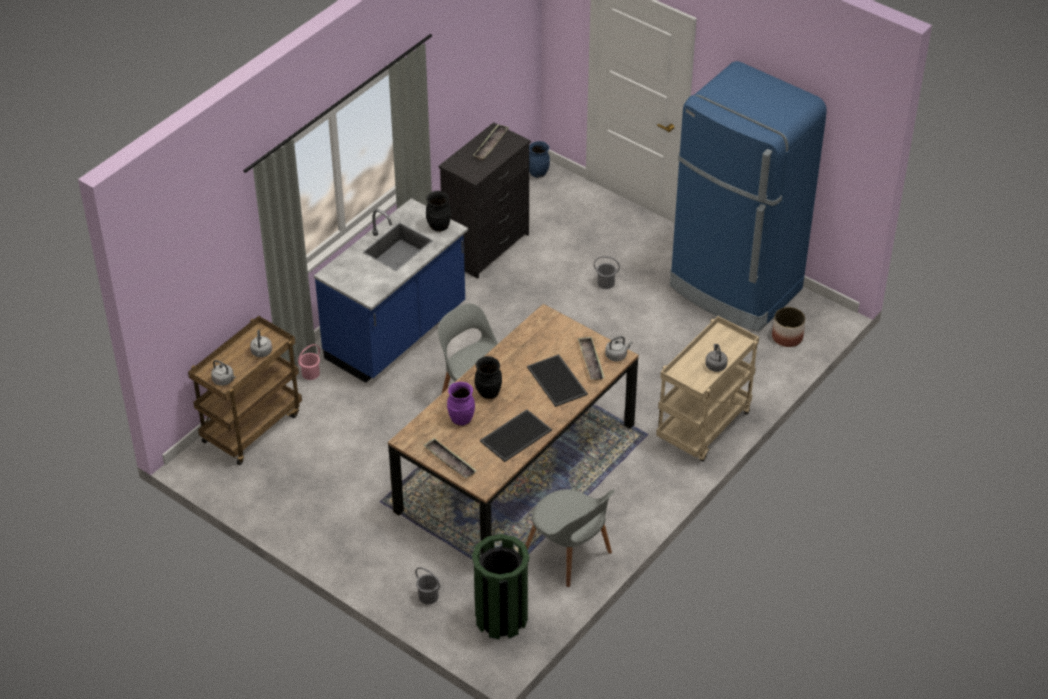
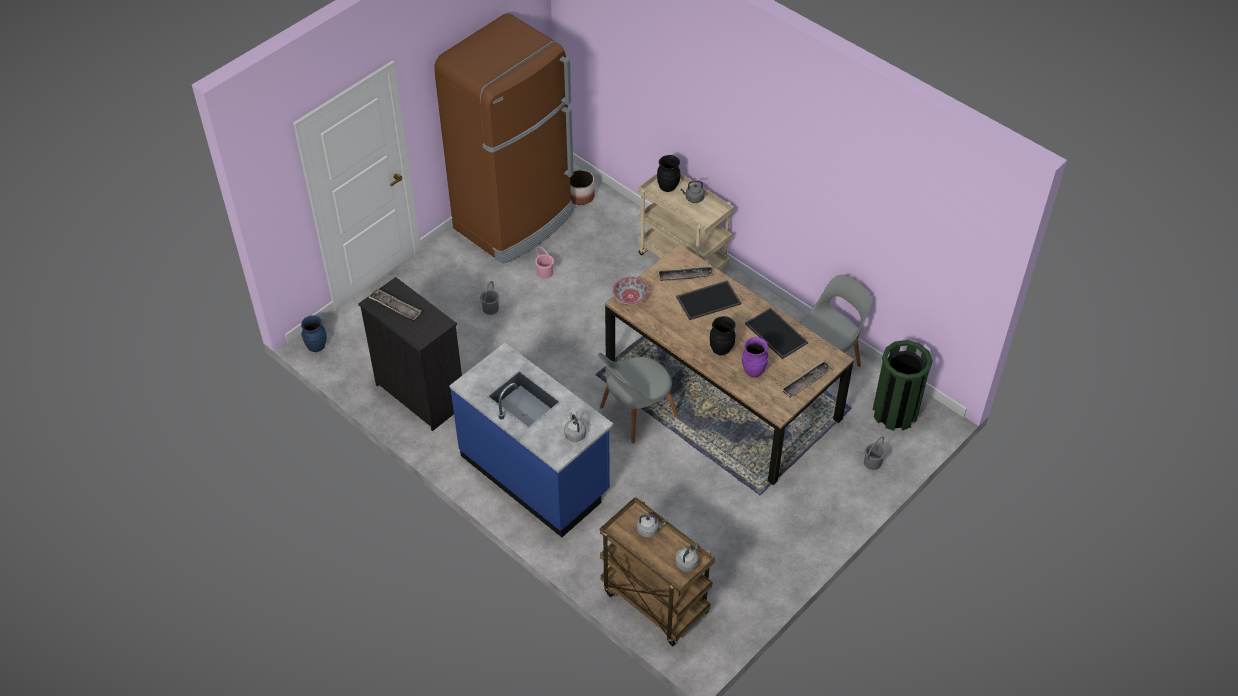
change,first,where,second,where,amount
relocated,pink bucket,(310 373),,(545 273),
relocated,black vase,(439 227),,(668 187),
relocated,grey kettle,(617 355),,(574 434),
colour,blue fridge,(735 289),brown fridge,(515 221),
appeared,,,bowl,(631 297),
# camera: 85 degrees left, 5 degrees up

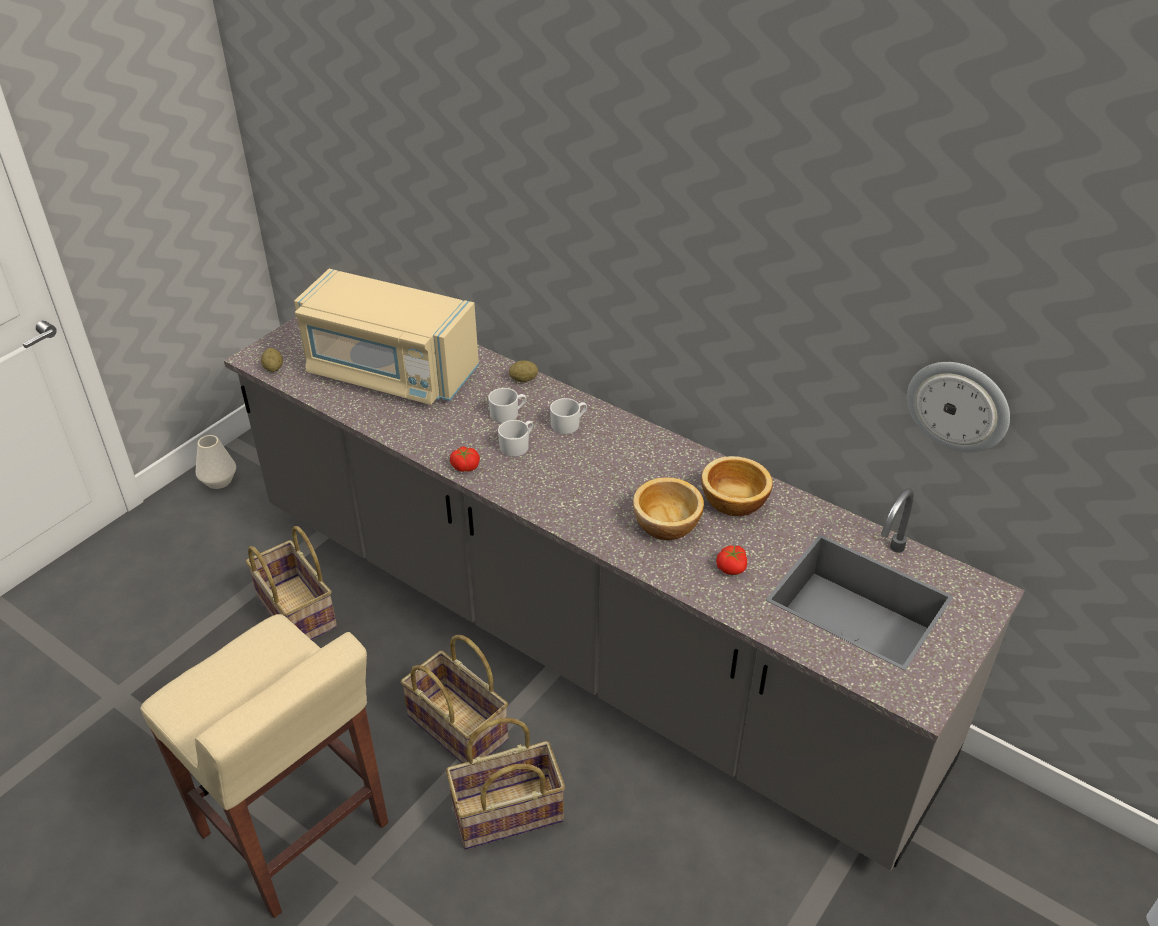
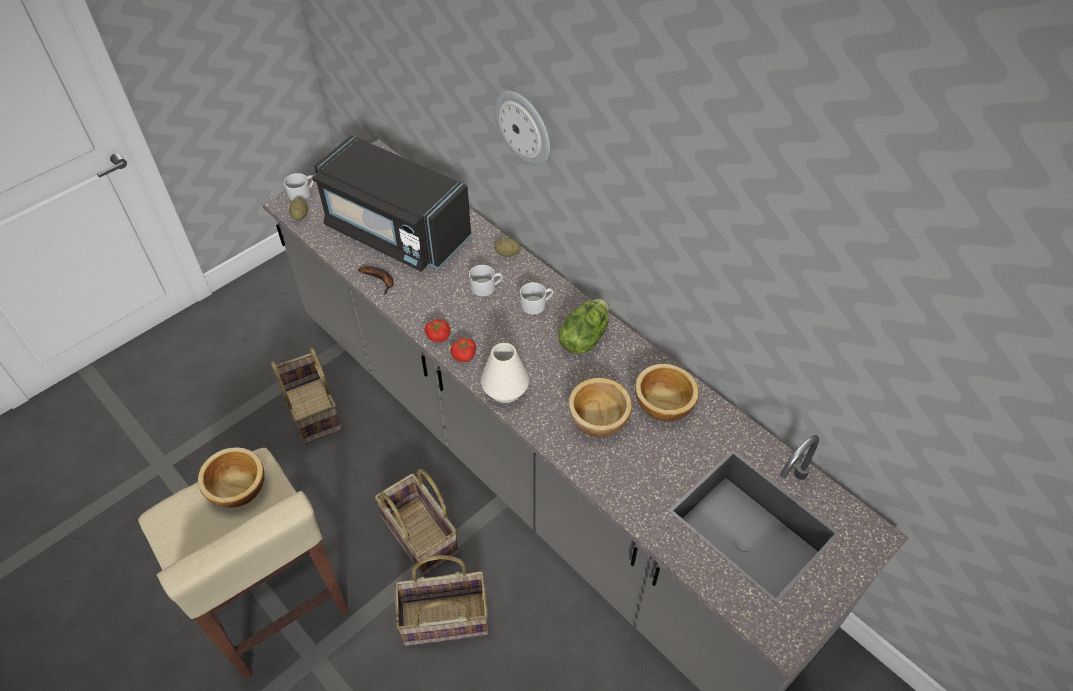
change,first,where,second,where,amount
relocated,white vase,(219 480),,(505 390),
colour,beige microwave,(390 372),black microwave,(395 232),
relocated,white mug,(517 445),,(302 193),
relocated,tomato,(732 568),,(464 355),
relocated,wall clock,(958 405),,(524 127),
appeared,,,bowl,(236 488),
appeared,,,banana,(380 280),
appeared,,,lettuce,(583 338),
# camera: 10 degrees right, 10 degrees up

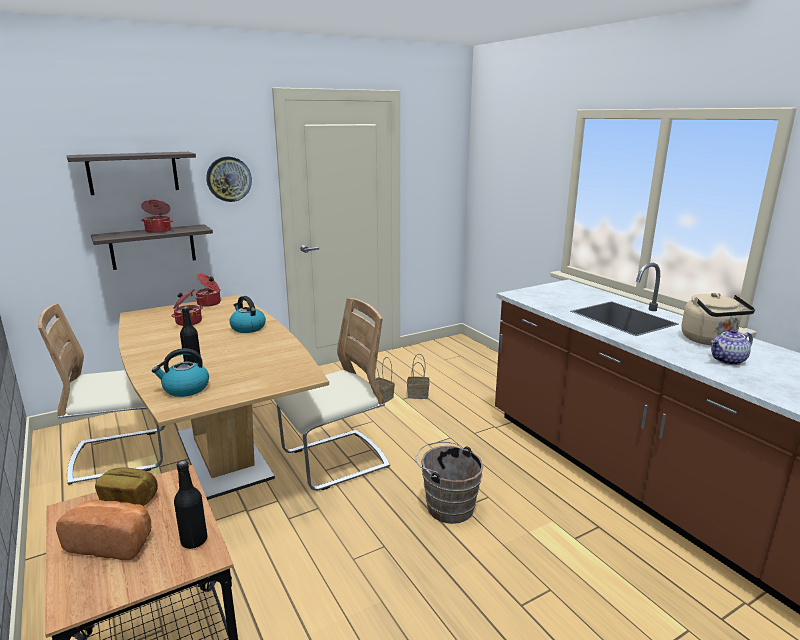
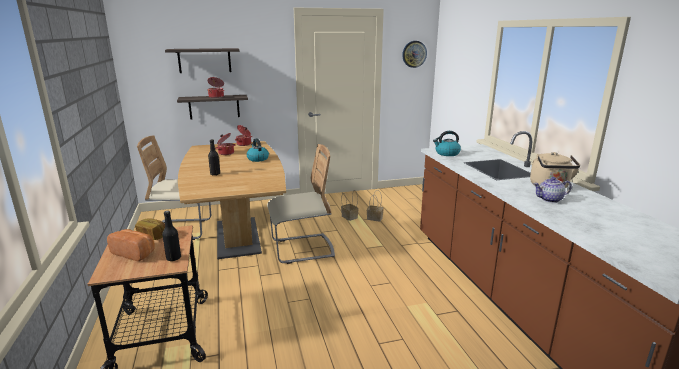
change,first,where,second,where,amount
relocated,kettle,(185 389),,(447 153),
relocated,wall clock,(229 179),,(414 54),
missing,brown bucket,(447 505),,,
# camera: 15 degrees right, 0 degrees up

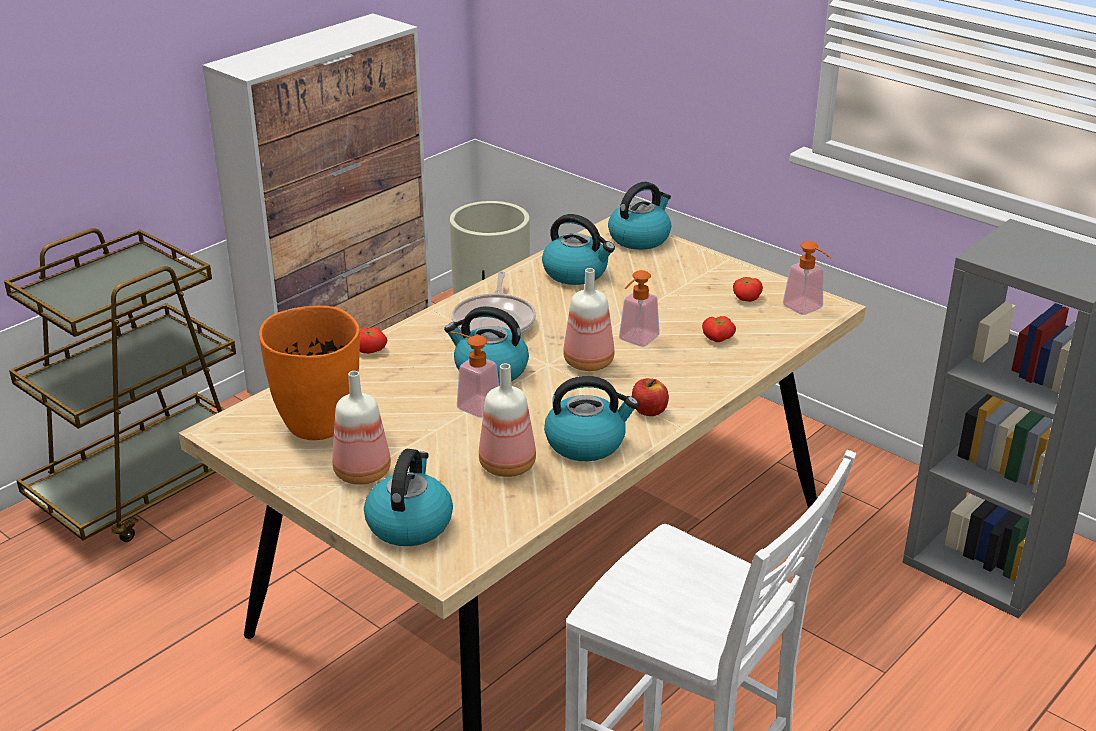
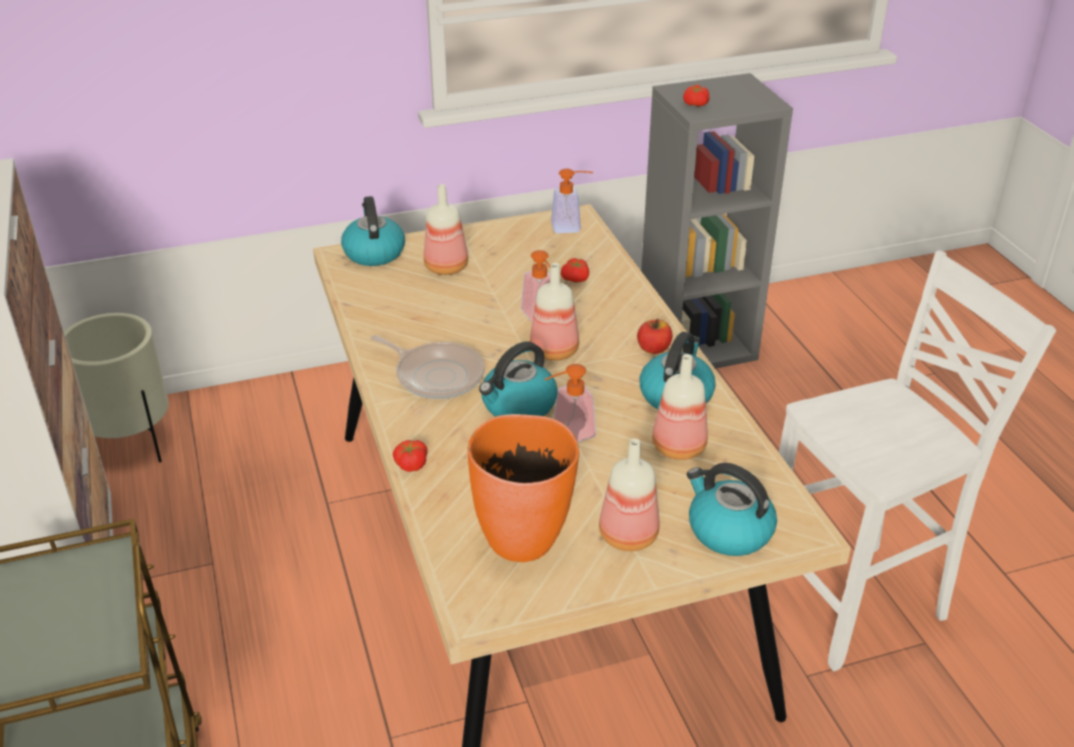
change,first,where,second,where,amount
missing,kettle,(576 273),,,
relocated,tomato,(746 298),,(695 104),
appeared,,,bottle,(447 266),
# camera: 60 degrees left, 5 degrees up

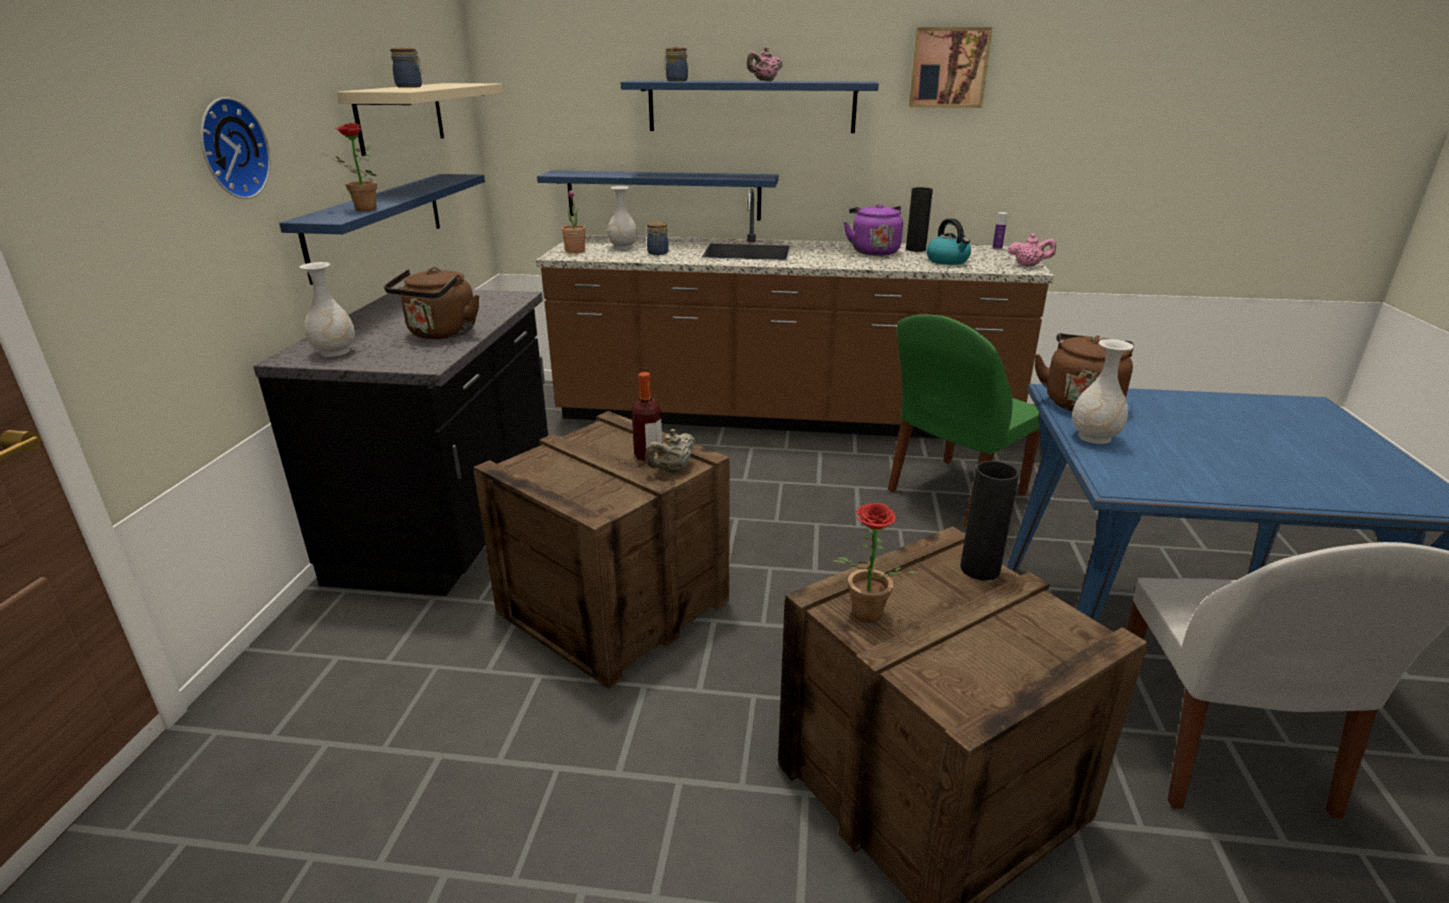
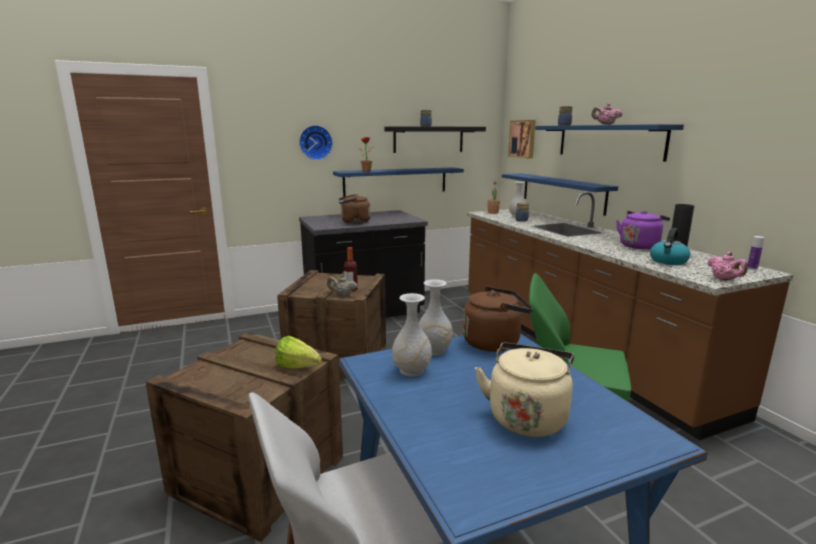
change,first,where,second,where,amount
relocated,white vase,(335 352),,(412 370),
colour,beige shelf,(401 116),black shelf,(428 139),
missing,potted plant,(863 616),,,
relocated,picture,(948 68),,(523 139),
exchanged,black vase,(980 569),lettuce,(300 368),
appeared,,,beige kettle,(527 416),
# camera: 60 degrees right, 10 degrees down

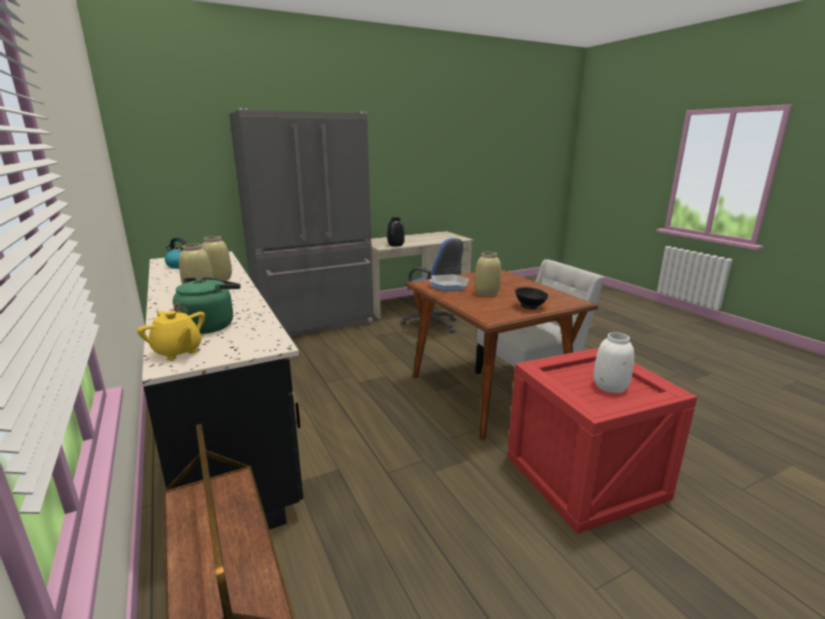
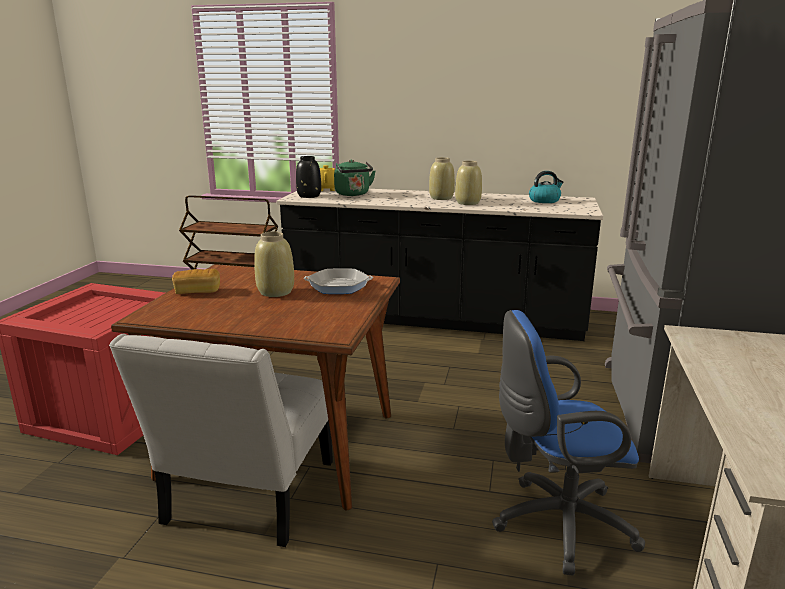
change,first,where,second,where,amount
relocated,black vase,(395 245),,(309 196),
exchanged,black bowl,(530 307),bread,(197 291),
missing,white vase,(611 386),,,
# camera: 130 degrees right, 0 degrees up

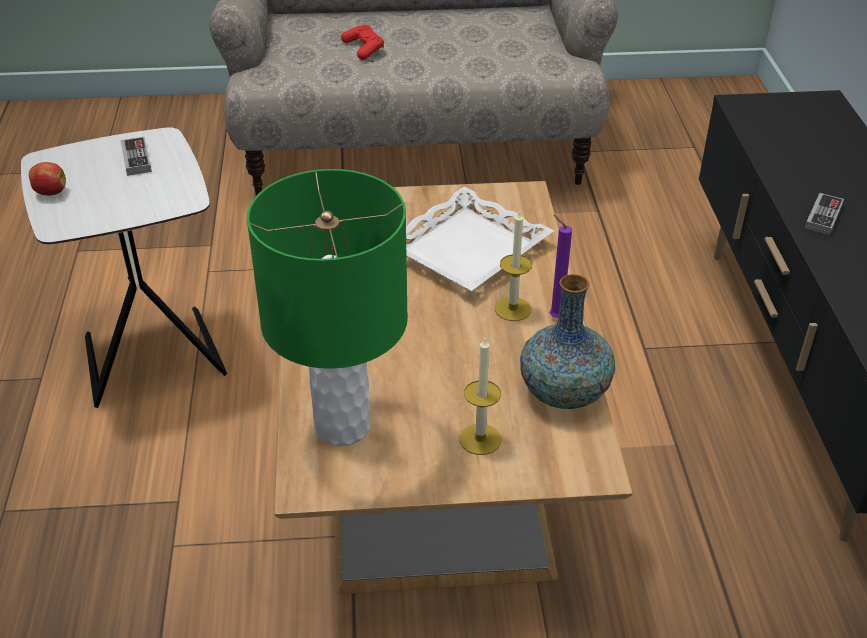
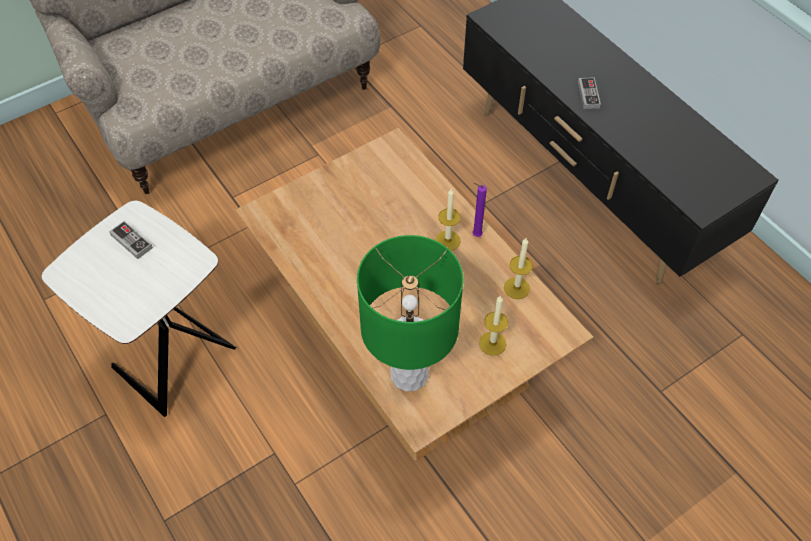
change,first,where,second,where,amount
missing,apple,(50 192),,,
missing,red game controller,(363 48),,,
missing,white tray,(468 250),,,
exchanged,vase,(564 393),candle,(516 288),
# camera: 30 degrees left, 15 degrees up

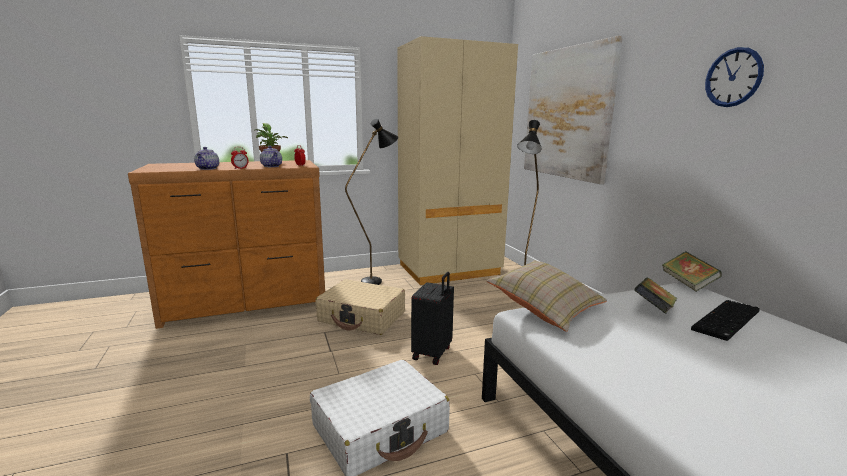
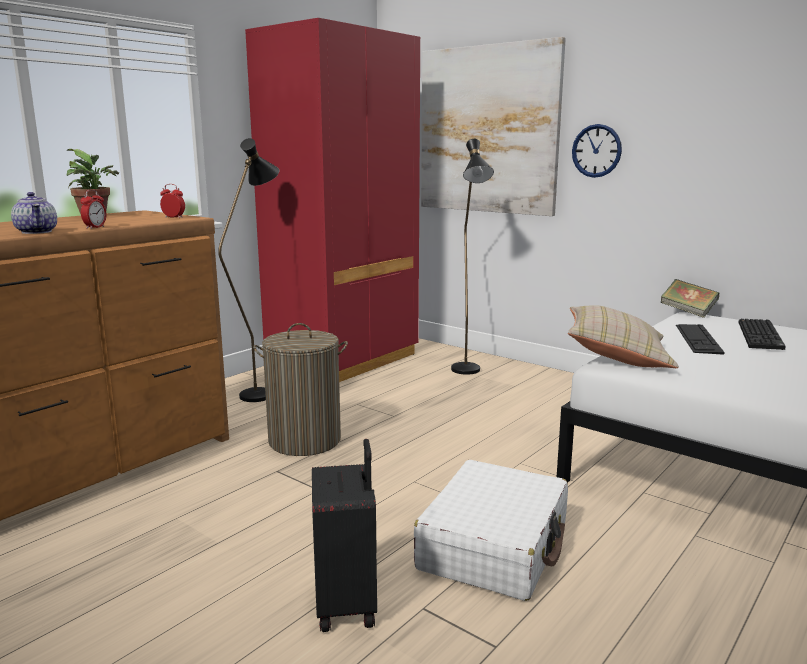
change,first,where,second,where,amount
missing,teapot,(272 166),,,
exchanged,beige suitcase,(362 317),laundry basket,(305 440),
colour,beige wardrobe,(449 270),red wardrobe,(344 360),
relocated,black suitcase,(433 353),,(348 604),
exchanged,book,(653 310),keyboard,(698 338),
relocated,wall clock,(733 77),,(596 151),
# camera: 30 degrees left, 0 degrees up

